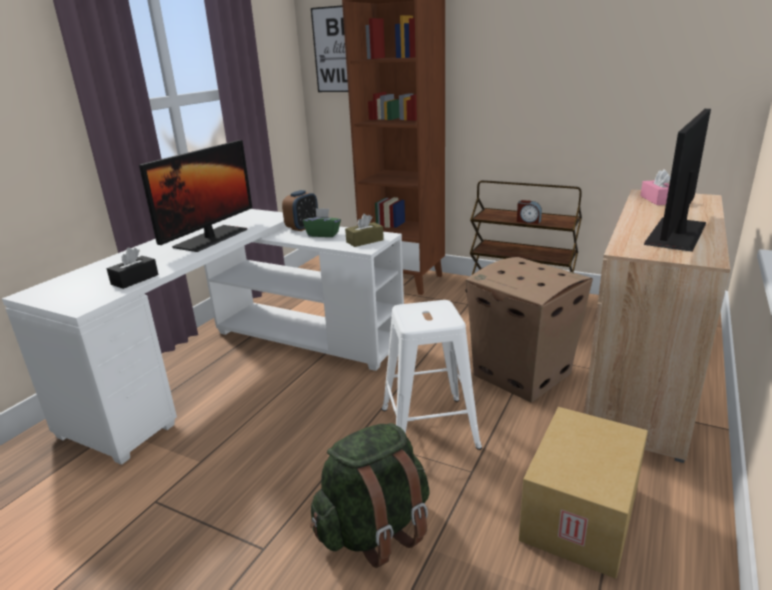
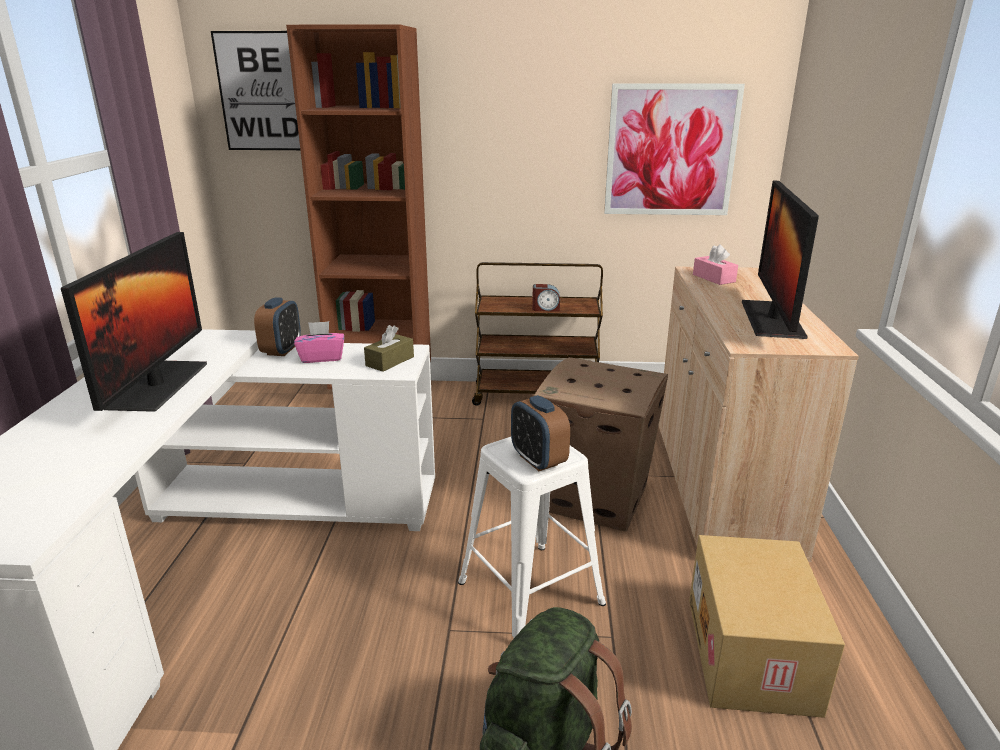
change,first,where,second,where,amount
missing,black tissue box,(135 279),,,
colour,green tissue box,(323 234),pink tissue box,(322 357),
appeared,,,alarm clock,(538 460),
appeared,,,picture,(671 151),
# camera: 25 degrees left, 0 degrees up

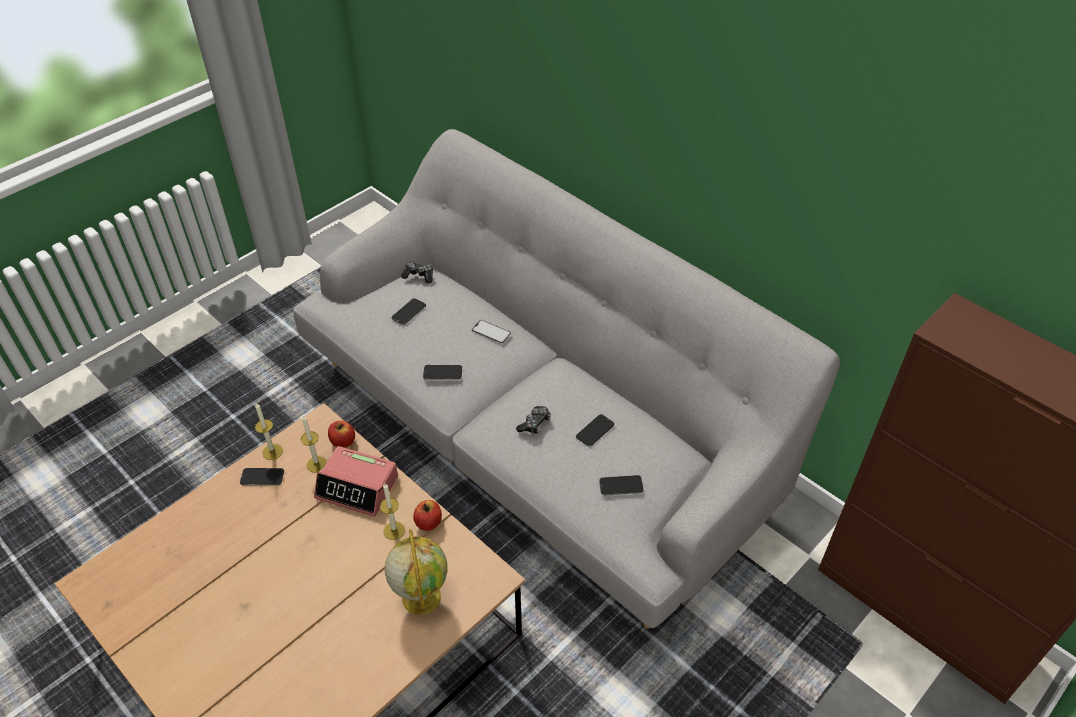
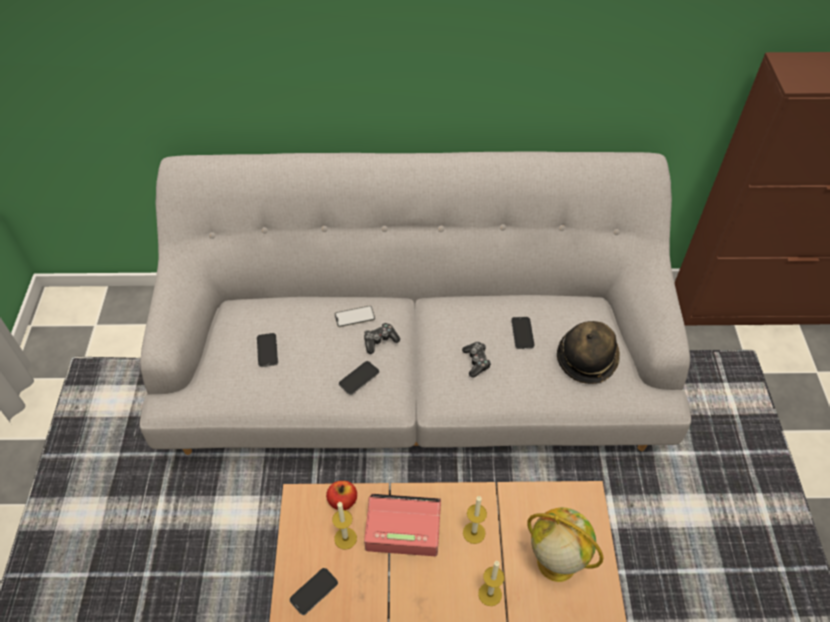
change,first,where,second,where,amount
relocated,candle,(272 452),,(490 594),
spun,alarm clock,(357 487),,(403 526),150 degrees counterclockwise
relocated,game controller,(419 275),,(380 341),
missing,apple,(428 522),,,
exchanged,phone,(621 486),hat,(586 358),
# camera: 45 degrees left, 5 degrees up

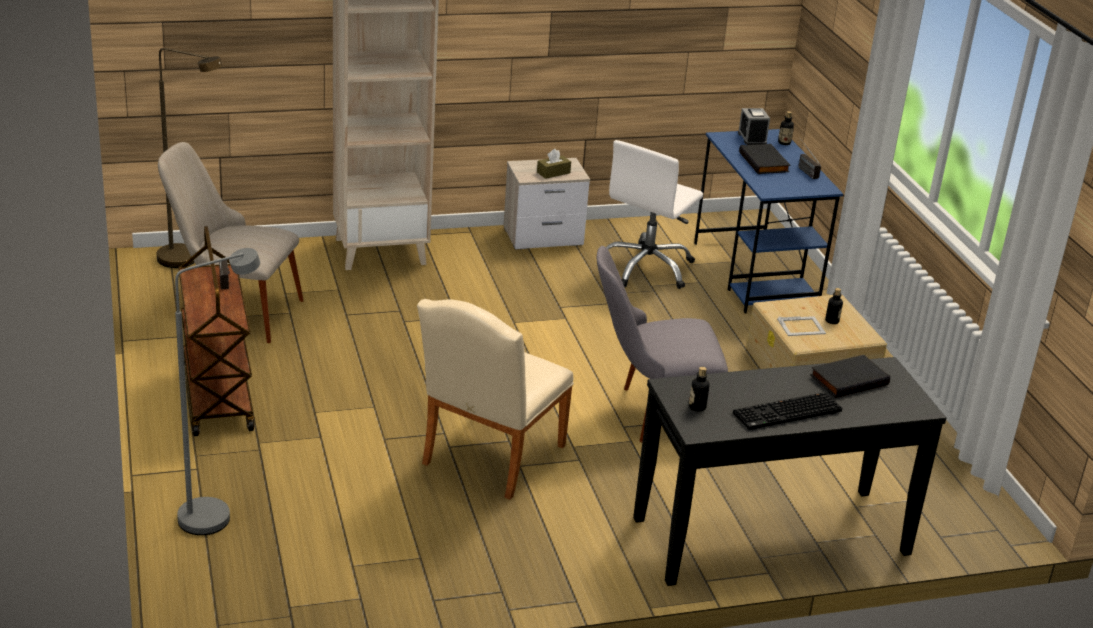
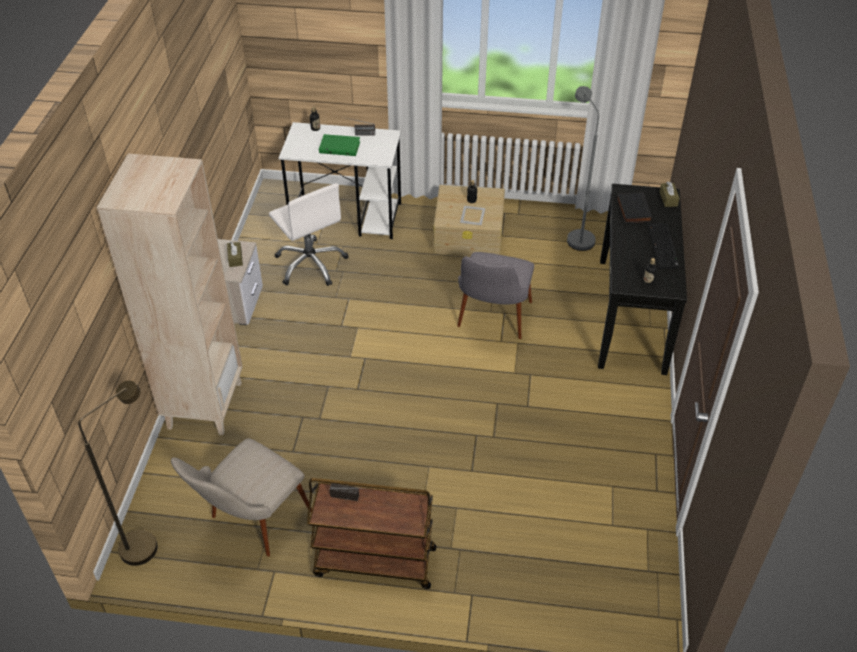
change,first,where,second,where,amount
relocated,grey floor lamp,(216 513),,(577 236),
missing,beige chair,(488 459),,,
colour,blue desk,(755 274),white desk,(347 216),
missing,alarm clock,(752 138),,,
colour,black book,(765 162),green book,(340 147),
appeared,,,brown tissue box,(668 199),
# camera: 65 degrees left, 15 degrees up

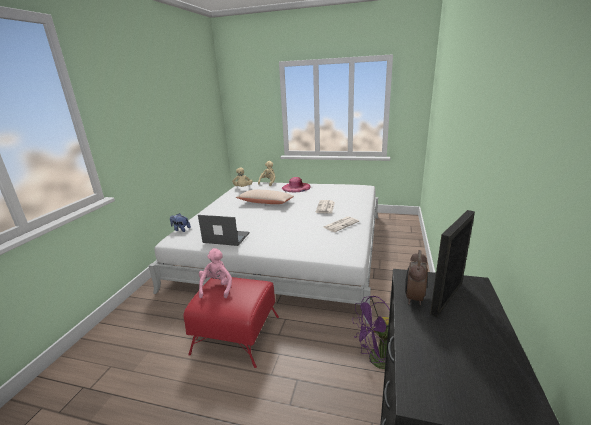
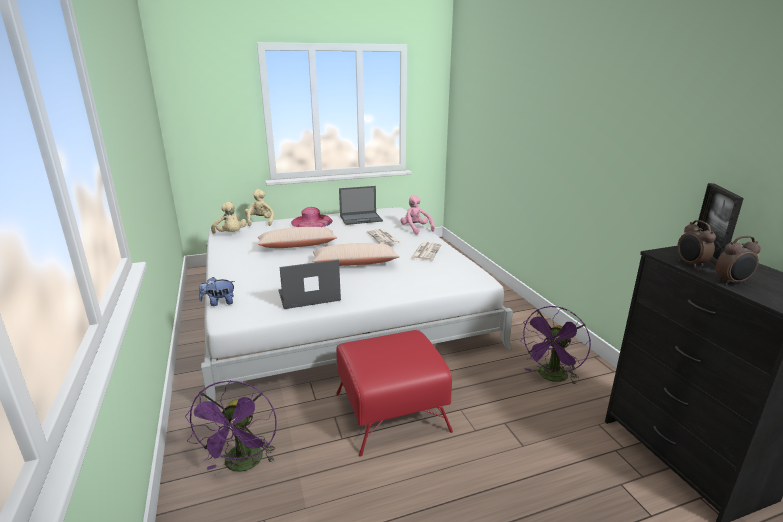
change,first,where,second,where,amount
relocated,pink plush toy,(217 287),,(415 229),
appeared,,,purple fan,(243 465),
appeared,,,beige pillow,(355 263),
appeared,,,laptop,(361 218),
appeared,,,alarm clock,(732 282),
# camera: 35 degrees left, 0 degrees up

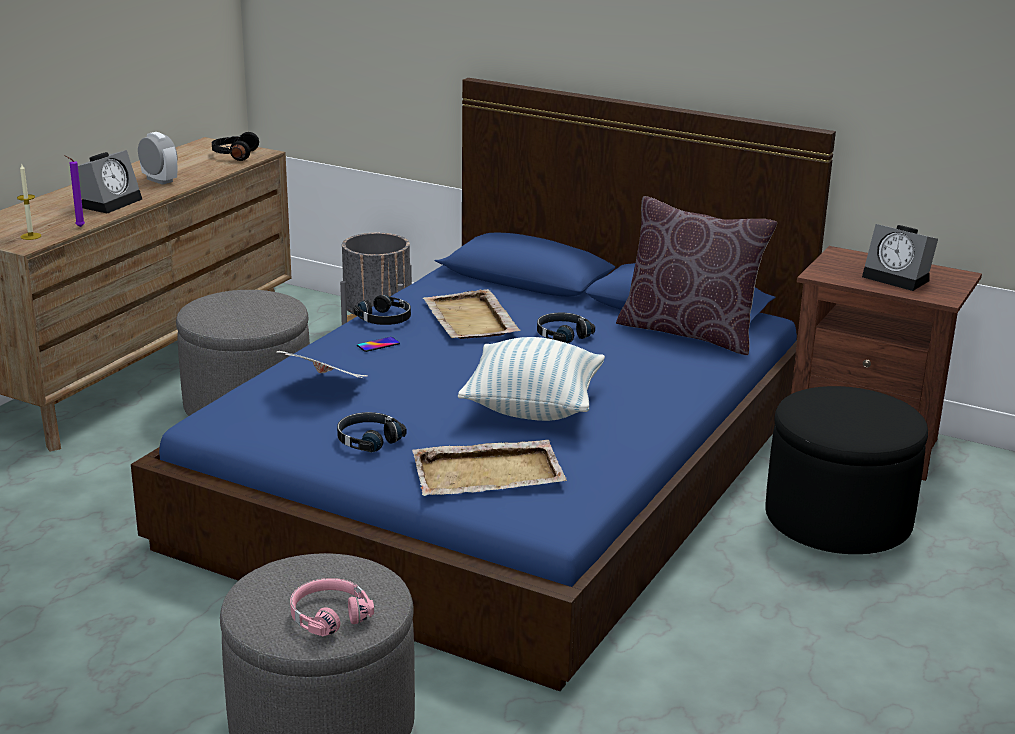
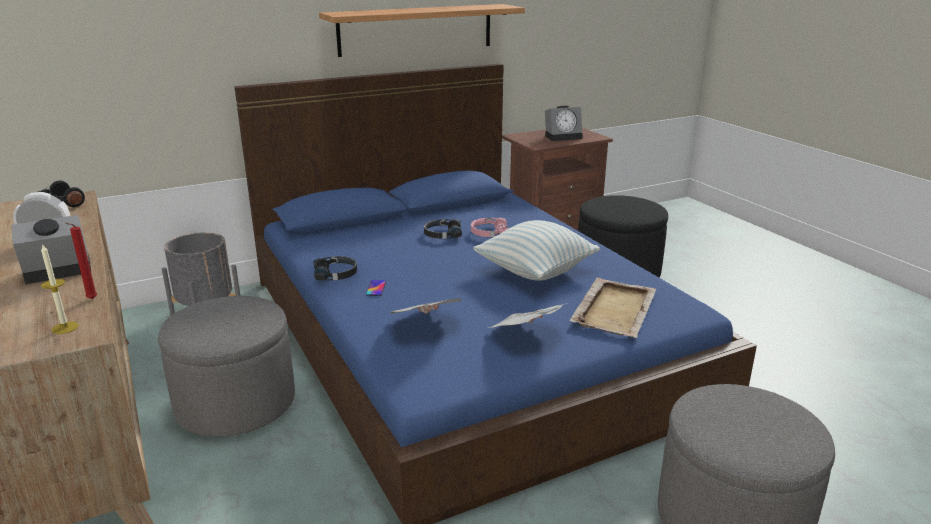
change,first,where,second,where,amount
colour,purple candle,(79 227),red candle,(90 299),
spun,alarm clock,(110 202),,(56 272),90 degrees counterclockwise
relocated,pink headphones,(328 615),,(489 233),
exchanged,black headphones,(368 440),newspaper,(526 334),
missing,beige tray,(470 319),,,
missing,brown pillow,(689 332),,,
appeared,,,shelf,(416 29),
# camera: 55 degrees left, 0 degrees up

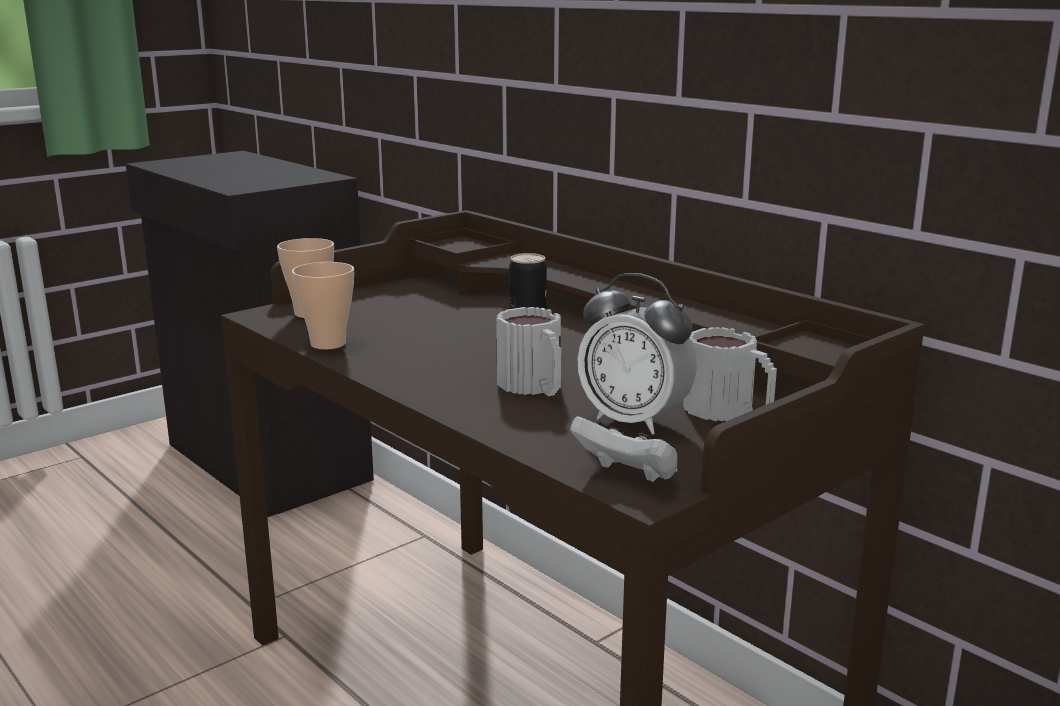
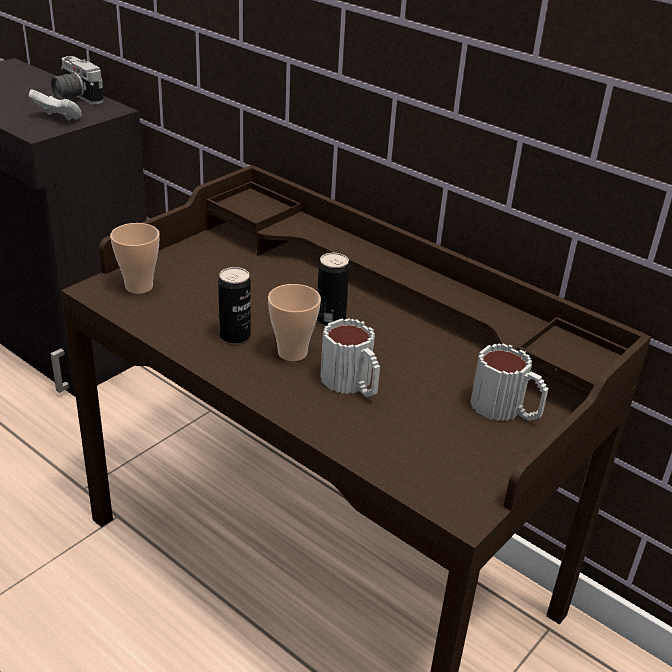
change,first,where,second,where,amount
relocated,cup,(328 344),,(292 353),
relocated,white game controller,(627 476),,(59 118),
missing,alarm clock,(634 421),,,
appeared,,,photo camera,(74 97),
appeared,,,can,(235 336),
# camera: 10 degrees left, 15 degrees up

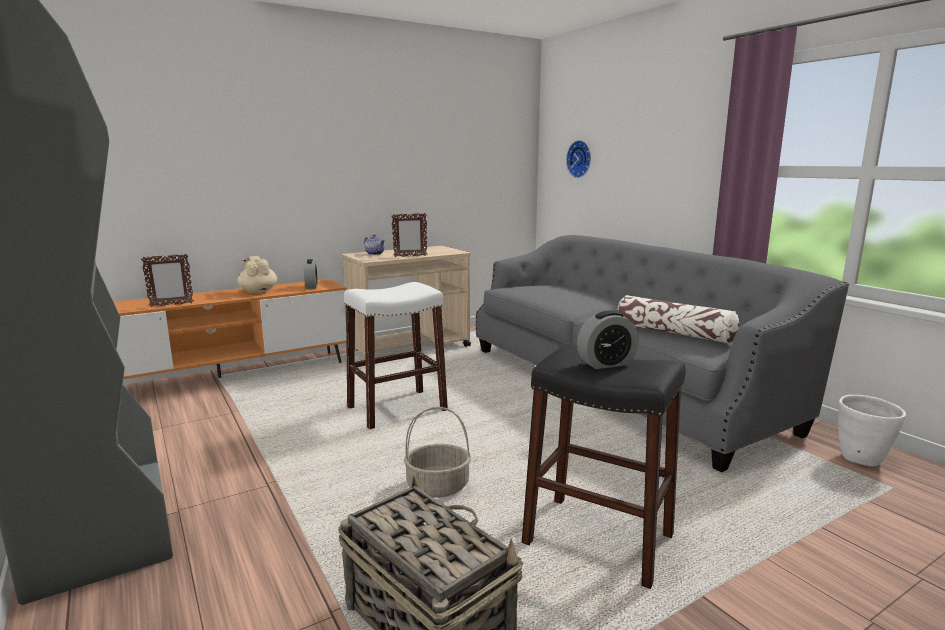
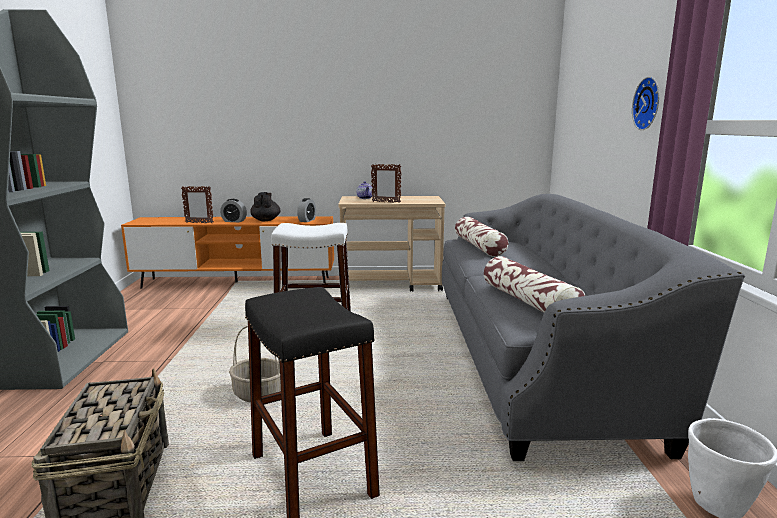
change,first,where,second,where,amount
colour,beige teapot,(258 291),black teapot,(266 220),
relocated,wall clock,(580 159),,(649 103),
relocated,alarm clock,(606 363),,(234 221),
appeared,,,pillow,(479 246),
# camera: 30 degrees right, 0 degrees up

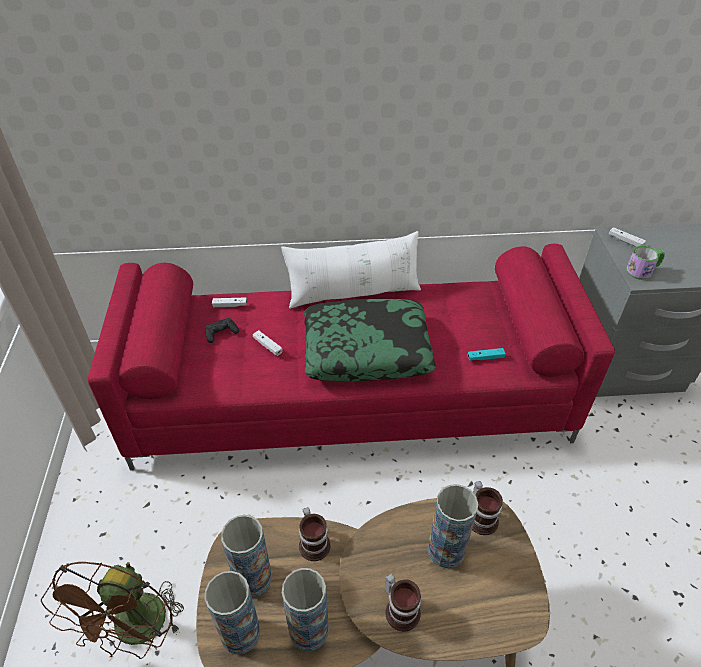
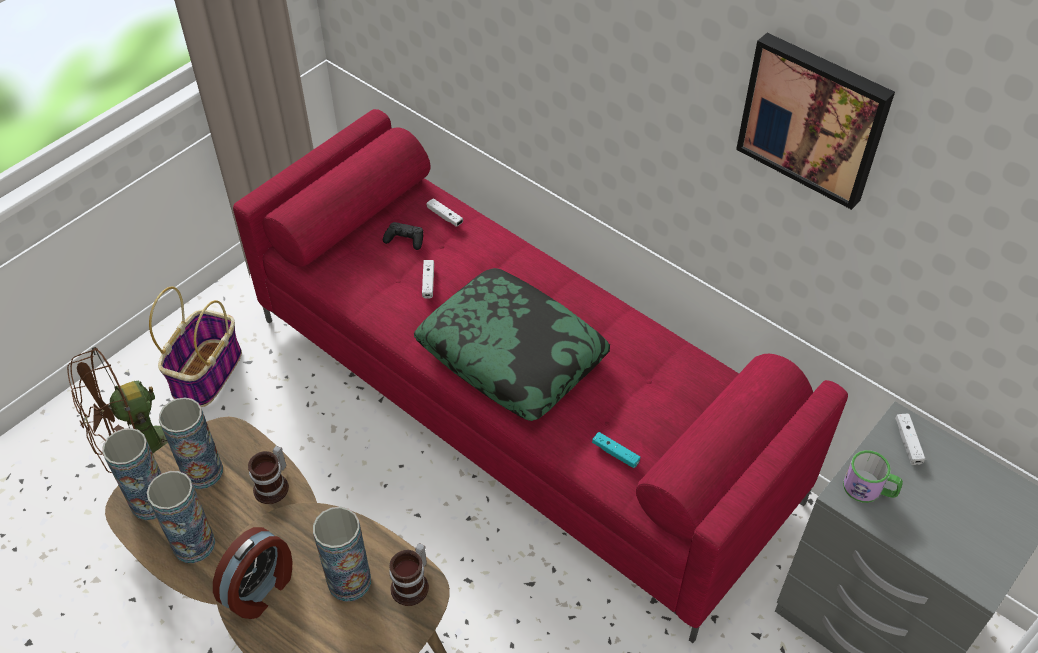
change,first,where,second,where,amount
missing,white pillow,(353 293),,,
exchanged,mug,(401 609),alarm clock,(261 589),
appeared,,,basket,(207 372),
appeared,,,picture,(814 118),
# camera: 45 degrees right, 5 degrees up

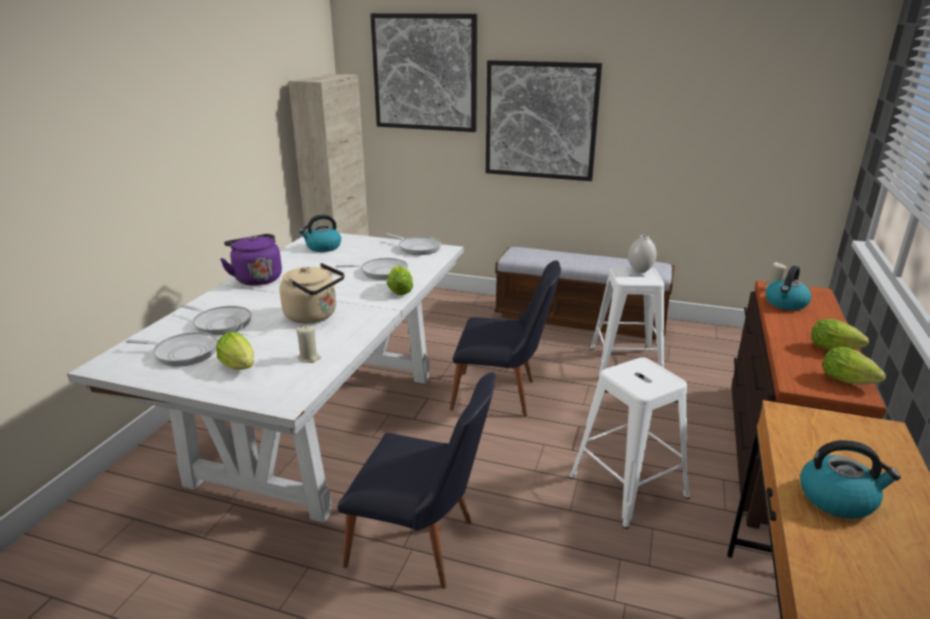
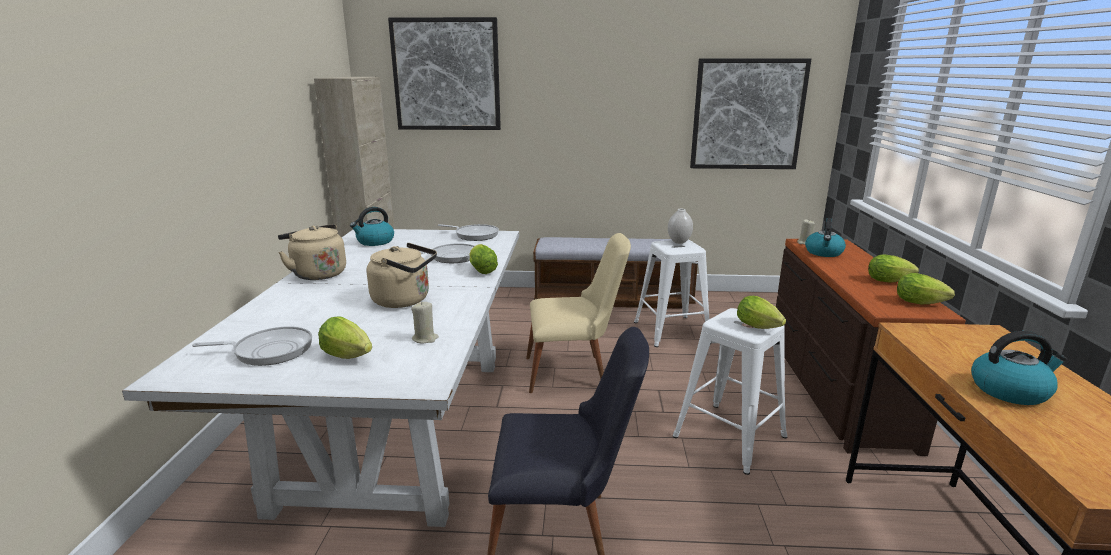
change,first,where,second,where,amount
missing,frying pan,(220 323),,,
colour,purple kettle,(257 278),beige kettle,(317 273),
colour,black chair,(502 396),beige chair,(575 373),
relocated,picture,(541 120),,(747 114),
appeared,,,lettuce,(760 327),
# camera: 15 degrees left, 5 degrees down

